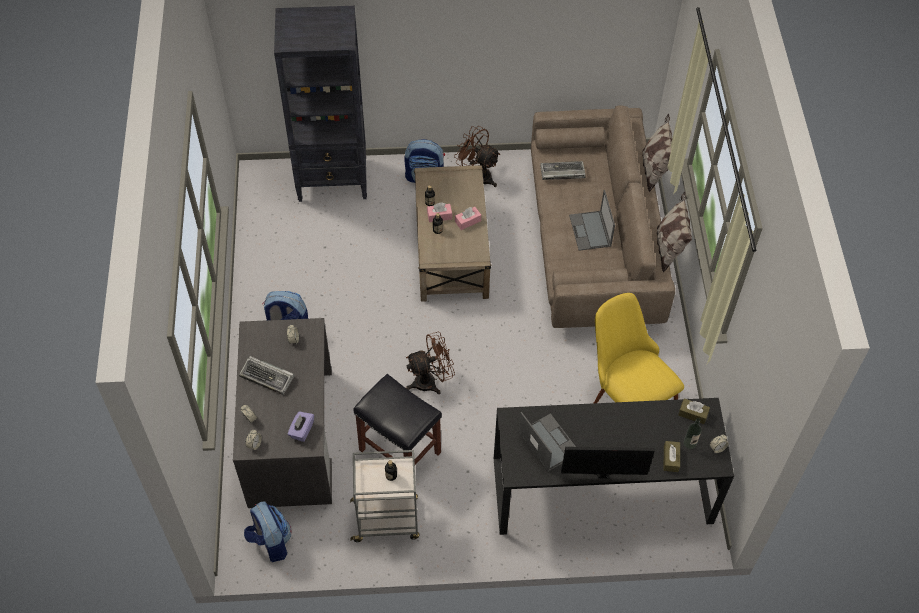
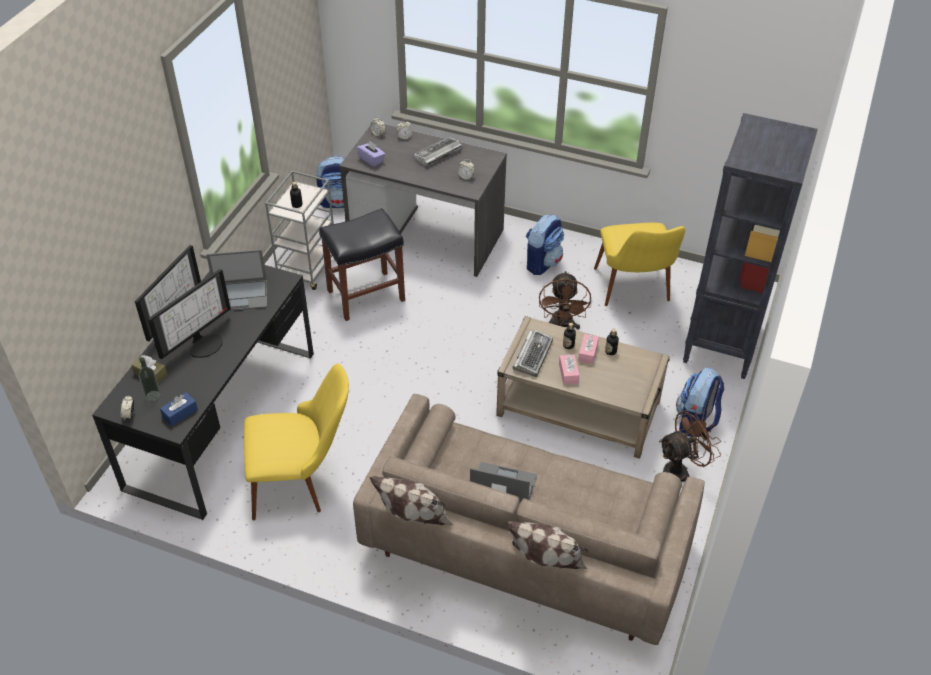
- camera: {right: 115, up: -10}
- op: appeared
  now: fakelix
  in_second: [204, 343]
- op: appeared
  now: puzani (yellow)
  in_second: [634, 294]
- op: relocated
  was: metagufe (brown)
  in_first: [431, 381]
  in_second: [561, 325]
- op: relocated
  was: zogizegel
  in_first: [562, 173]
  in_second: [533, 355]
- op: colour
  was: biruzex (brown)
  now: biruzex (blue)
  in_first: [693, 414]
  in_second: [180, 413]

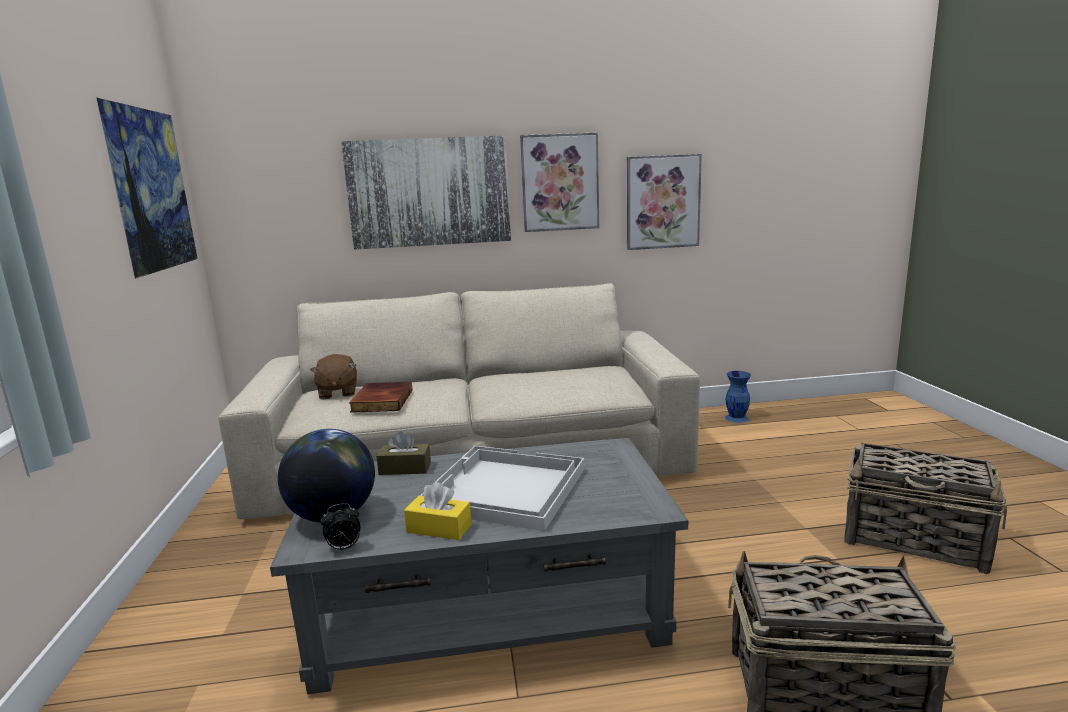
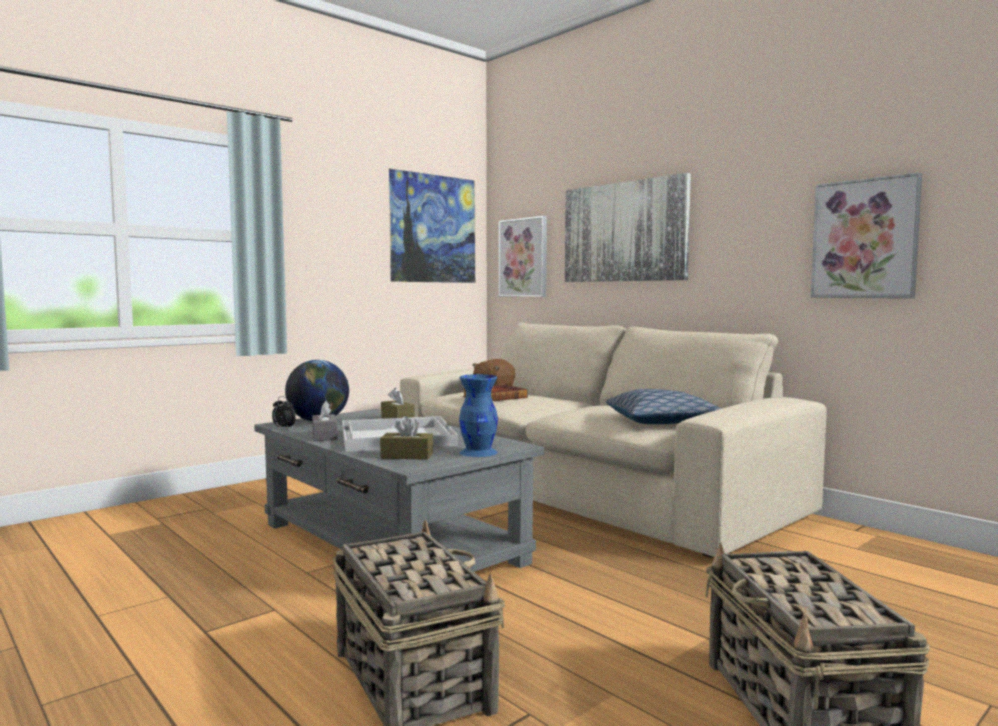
- camera: {right: 55, up: -10}
- op: appeared
  now: biruzex (brown)
  in_second: [407, 456]
- op: appeared
  now: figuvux
  in_second: [661, 422]
- op: relocated
  was: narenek
  in_first: [560, 182]
  in_second: [523, 257]
- op: relocated
  was: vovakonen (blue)
  in_first: [737, 418]
  in_second: [479, 452]
- op: colour
  was: biruzex (yellow)
  now: biruzex (grey)
  in_first: [439, 528]
  in_second: [324, 436]

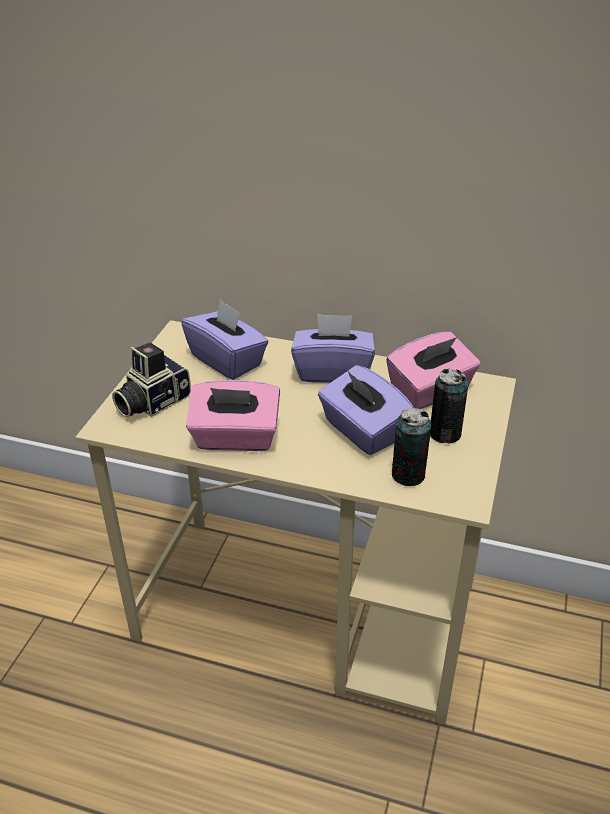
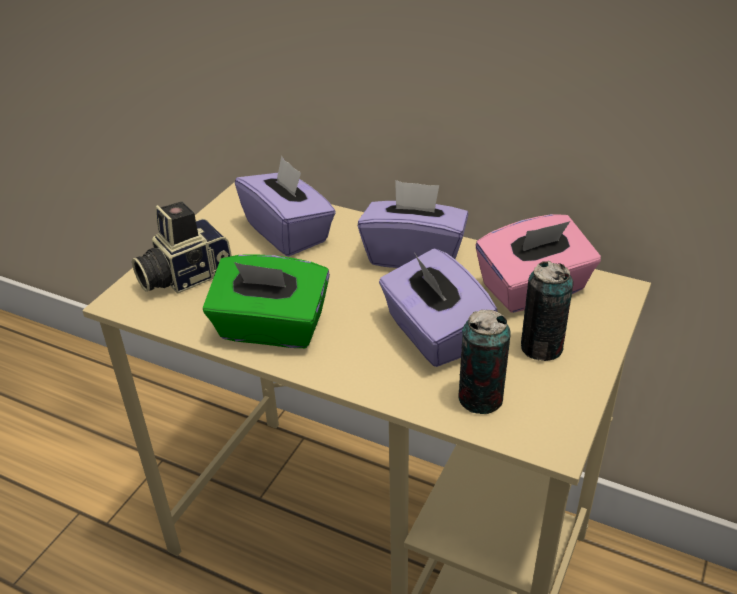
- camera: {right: 10, up: 0}
- op: colour
  was: biruzex (pink)
  now: biruzex (green)
  in_first: [235, 438]
  in_second: [271, 329]

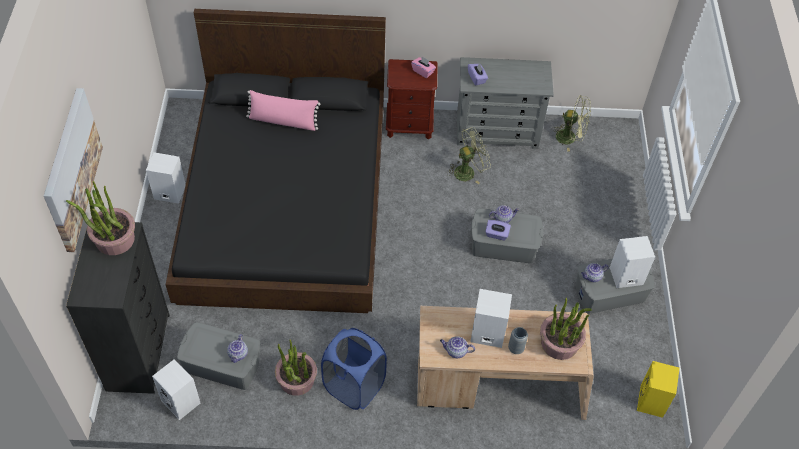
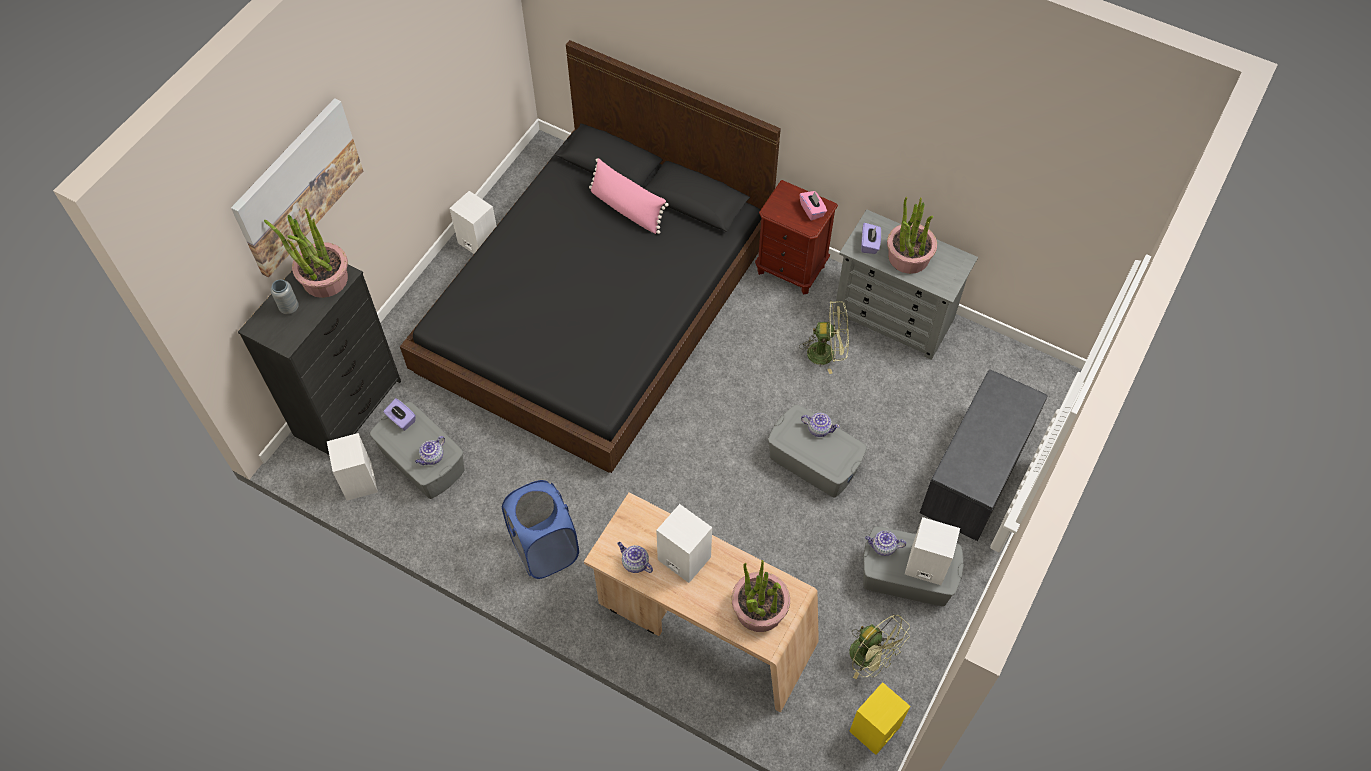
- camera: {right: 30, up: 5}
- op: appeared
  now: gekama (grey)
  in_second: [976, 474]
- op: relocated
  was: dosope
  in_first: [296, 380]
  in_second: [908, 257]
- op: relocated
  was: biruzex (purple)
  in_first: [496, 234]
  in_second: [401, 420]
- op: relocated
  was: vovakonen (grey)
  in_first: [516, 348]
  in_second: [289, 308]
- op: relocated
  was: metagufe (green)
  in_first: [570, 138]
  in_second: [871, 657]

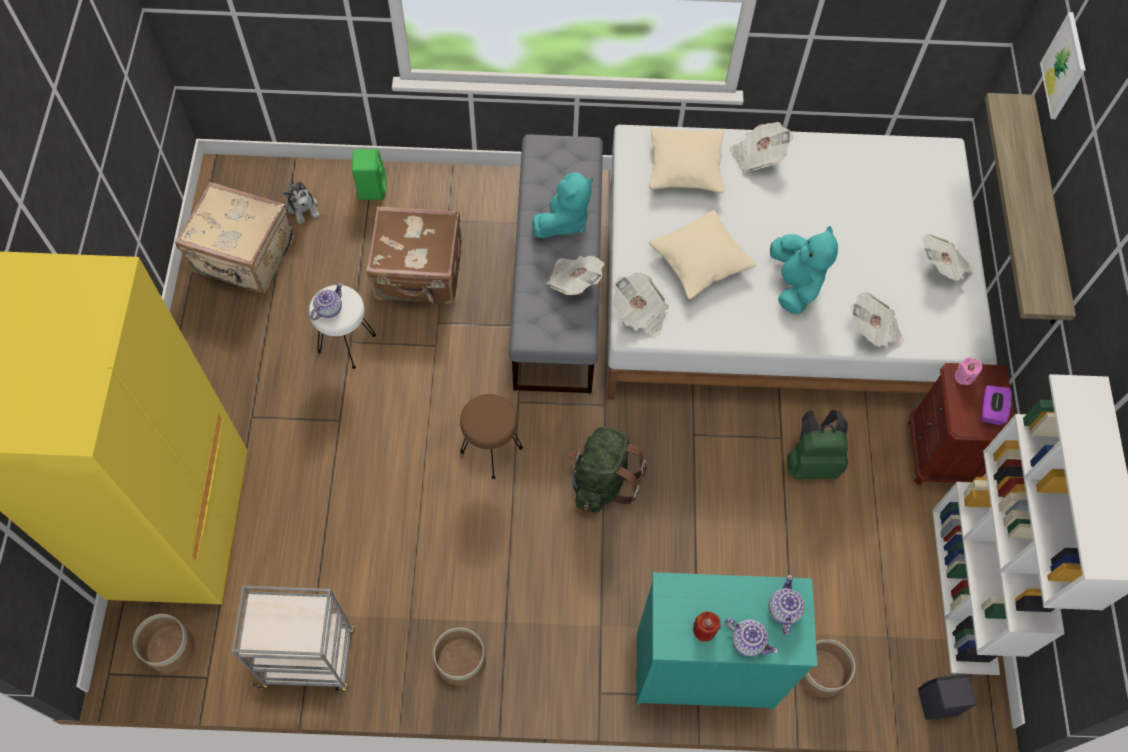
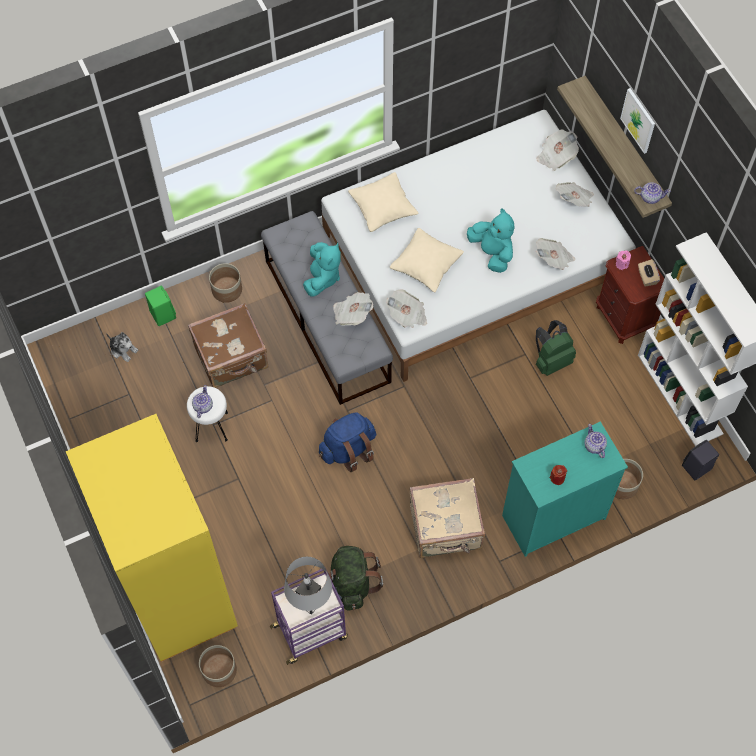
- camera: {right: -25, up: 0}
- op: appeared
  now: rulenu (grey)
  in_second: [310, 602]
- op: relocated
  was: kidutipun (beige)
  in_first: [243, 257]
  in_second: [446, 528]
- op: relocated
  was: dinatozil
  in_first: [460, 662]
  in_second: [226, 290]
- op: relocated
  was: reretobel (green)
  in_first: [602, 481]
  in_second: [352, 583]
- op: relocated
  was: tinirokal
  in_first: [747, 640]
  in_second: [650, 197]
- op: relocated
  was: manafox
  in_first: [757, 156]
  in_second: [556, 156]
- op: relocated
  was: narenek
  in_first: [1064, 66]
  in_second: [638, 120]
- op: exchanged
  was: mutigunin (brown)
  now: reretobel (blue)
  in_first: [491, 450]
  in_second: [348, 450]
- op: colour
  was: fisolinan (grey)
  now: fisolinan (purple)
  in_first: [309, 658]
  in_second: [311, 631]
- op: colour
  was: biruzex (purple)
  now: biruzex (beige)
  in_first: [990, 410]
  in_second: [647, 277]

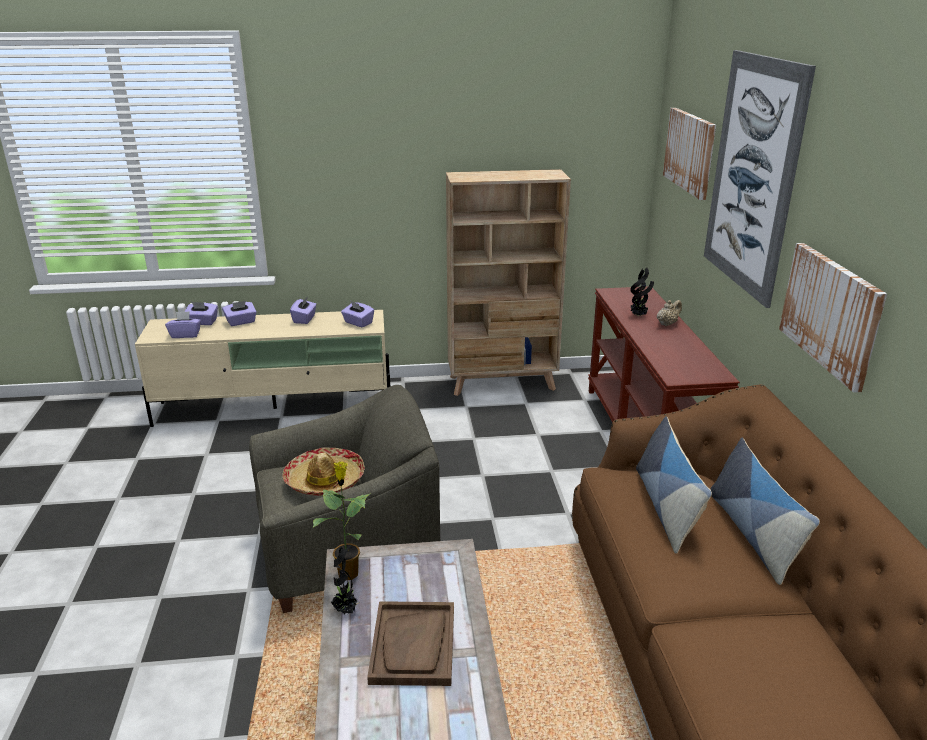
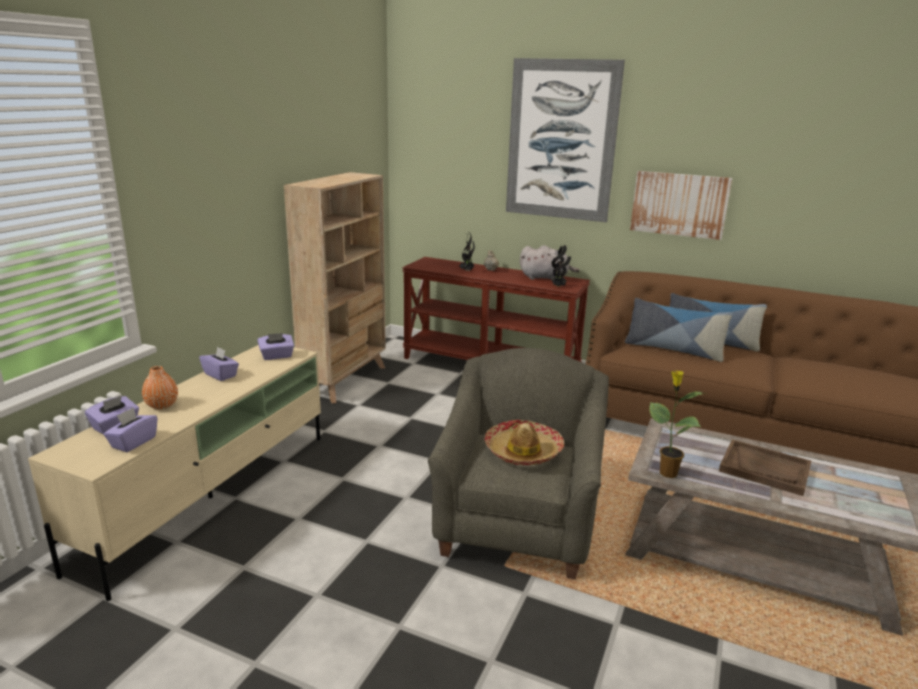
- camera: {right: -60, up: -5}
- op: missing
  was: narenek
  in_first: [690, 152]
- op: appeared
  now: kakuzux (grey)
  in_second: [546, 278]
- op: relocated
  was: dosope
  in_first: [346, 611]
  in_second: [559, 286]
- op: exchanged
  was: biruzex (purple)
  now: vovakonen (orange)
  in_first: [241, 322]
  in_second: [162, 405]

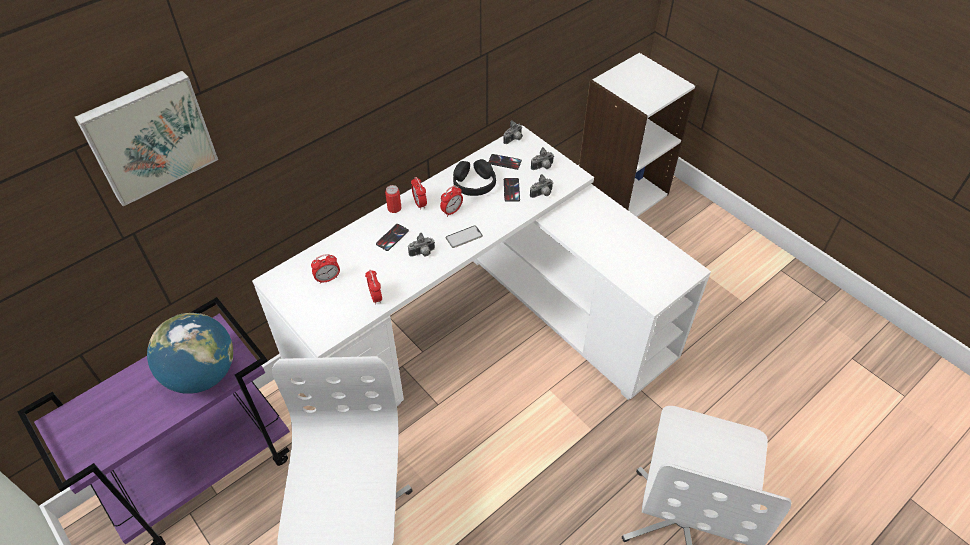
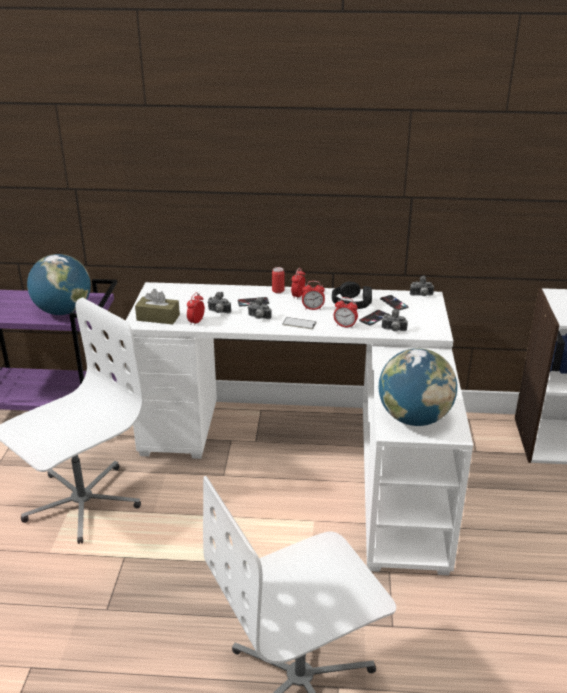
- camera: {right: 45, up: -20}
- op: missing
  was: narenek
  in_first: [149, 136]
- op: appeared
  now: biruzex (brown)
  in_second: [158, 317]
- op: appeared
  now: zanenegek
  in_second: [414, 418]
- op: relocated
  was: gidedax
  in_first: [328, 279]
  in_second: [345, 326]
- op: relocated
  was: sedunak
  in_first: [543, 167]
  in_second: [218, 312]

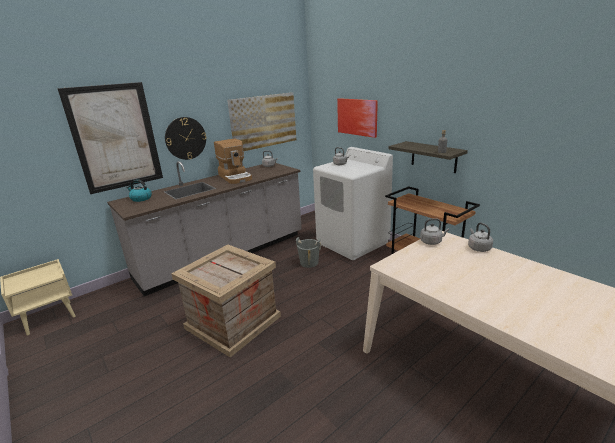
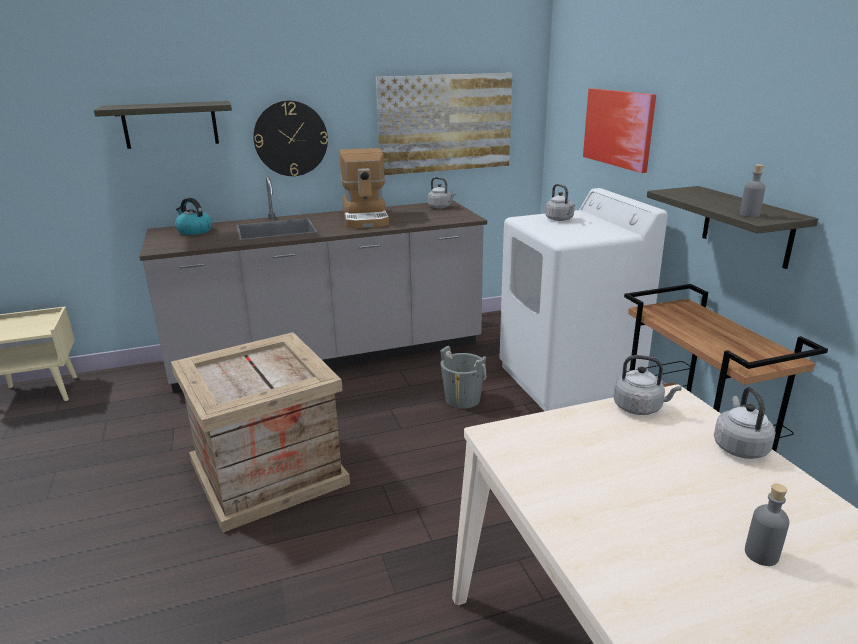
- camera: {right: 20, up: 0}
- op: appeared
  now: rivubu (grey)
  in_second: [761, 554]
- op: exchanged
  was: narenek
  now: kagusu
  in_first: [115, 138]
  in_second: [170, 124]

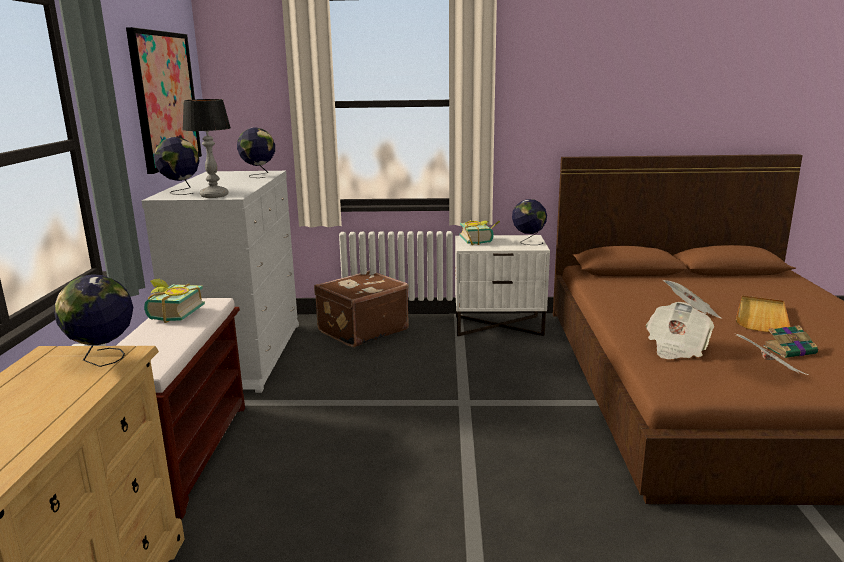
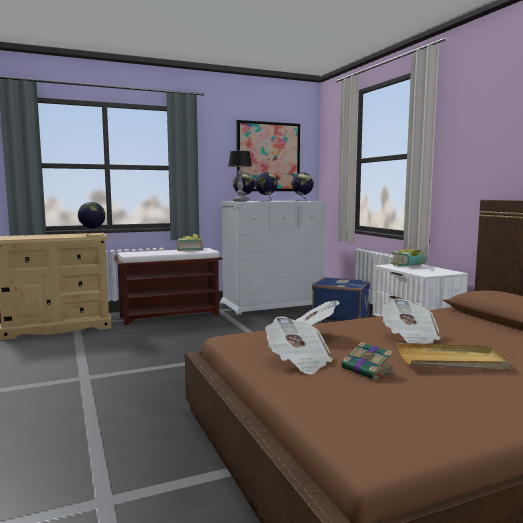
- camera: {right: 65, up: -10}
- op: relocated
  was: zanenegek
  in_first: [528, 242]
  in_second: [266, 201]
- op: colour
  was: kidutipun (brown)
  now: kidutipun (blue)
  in_first: [361, 330]
  in_second: [341, 316]

